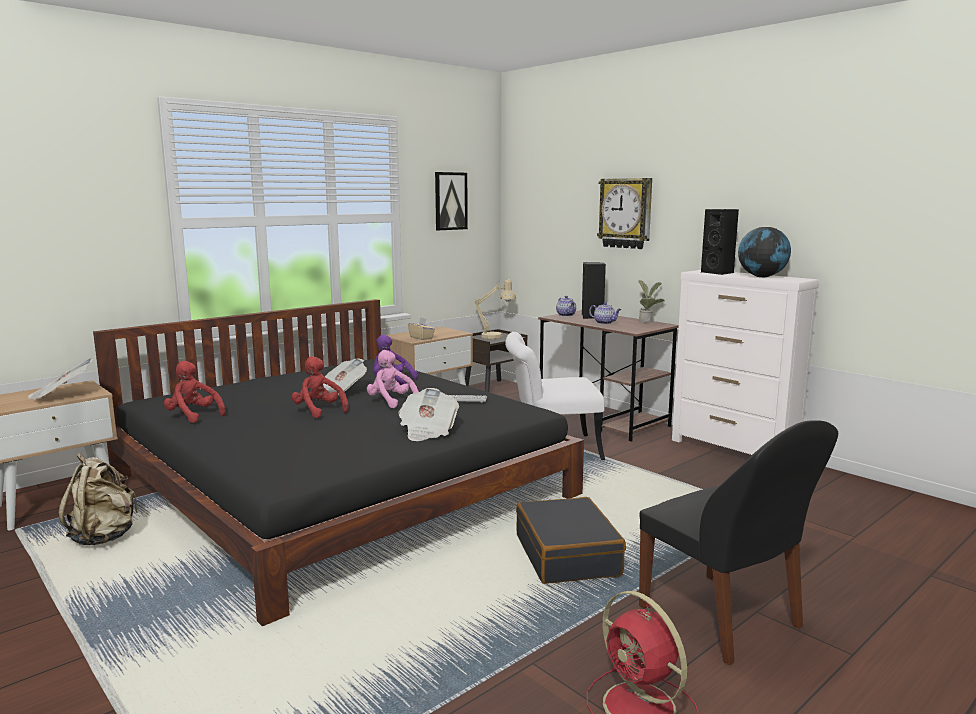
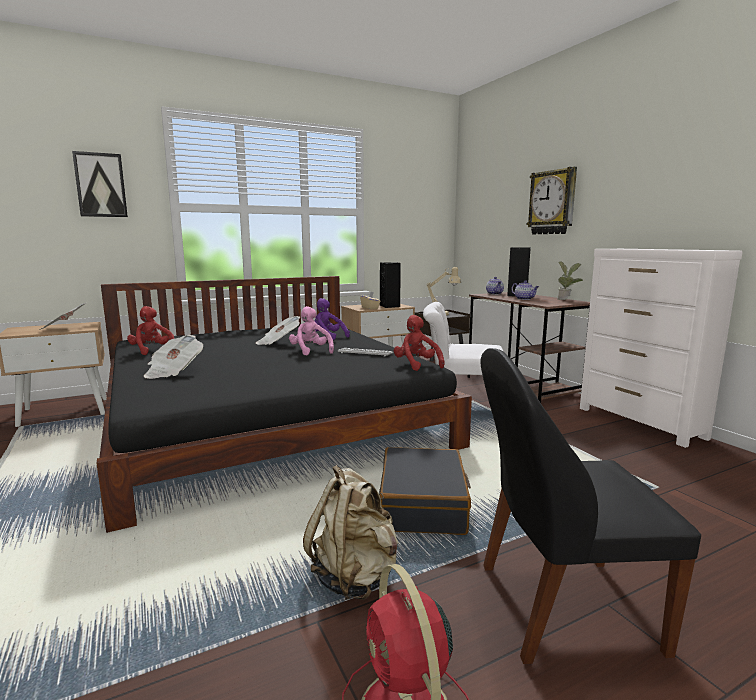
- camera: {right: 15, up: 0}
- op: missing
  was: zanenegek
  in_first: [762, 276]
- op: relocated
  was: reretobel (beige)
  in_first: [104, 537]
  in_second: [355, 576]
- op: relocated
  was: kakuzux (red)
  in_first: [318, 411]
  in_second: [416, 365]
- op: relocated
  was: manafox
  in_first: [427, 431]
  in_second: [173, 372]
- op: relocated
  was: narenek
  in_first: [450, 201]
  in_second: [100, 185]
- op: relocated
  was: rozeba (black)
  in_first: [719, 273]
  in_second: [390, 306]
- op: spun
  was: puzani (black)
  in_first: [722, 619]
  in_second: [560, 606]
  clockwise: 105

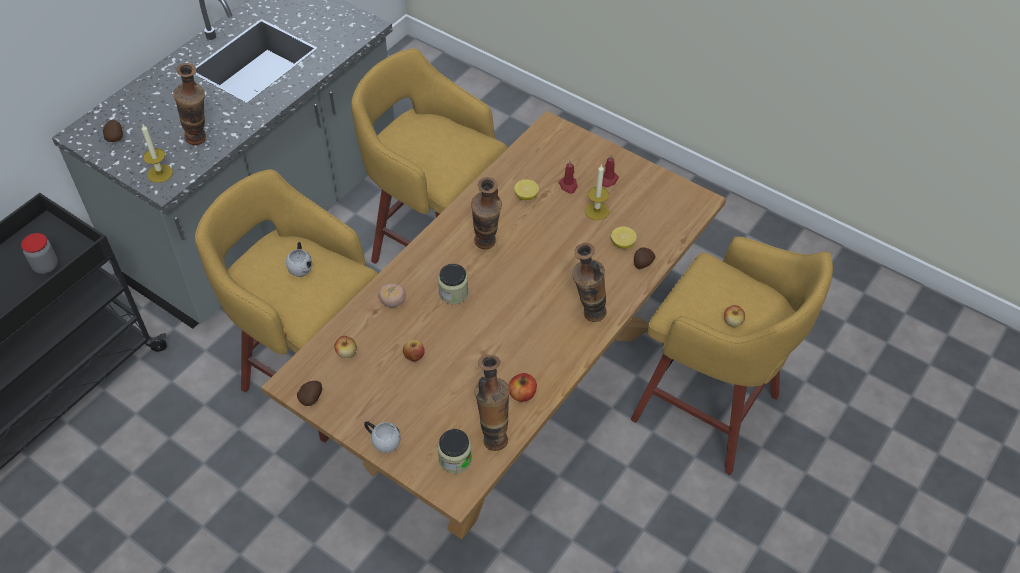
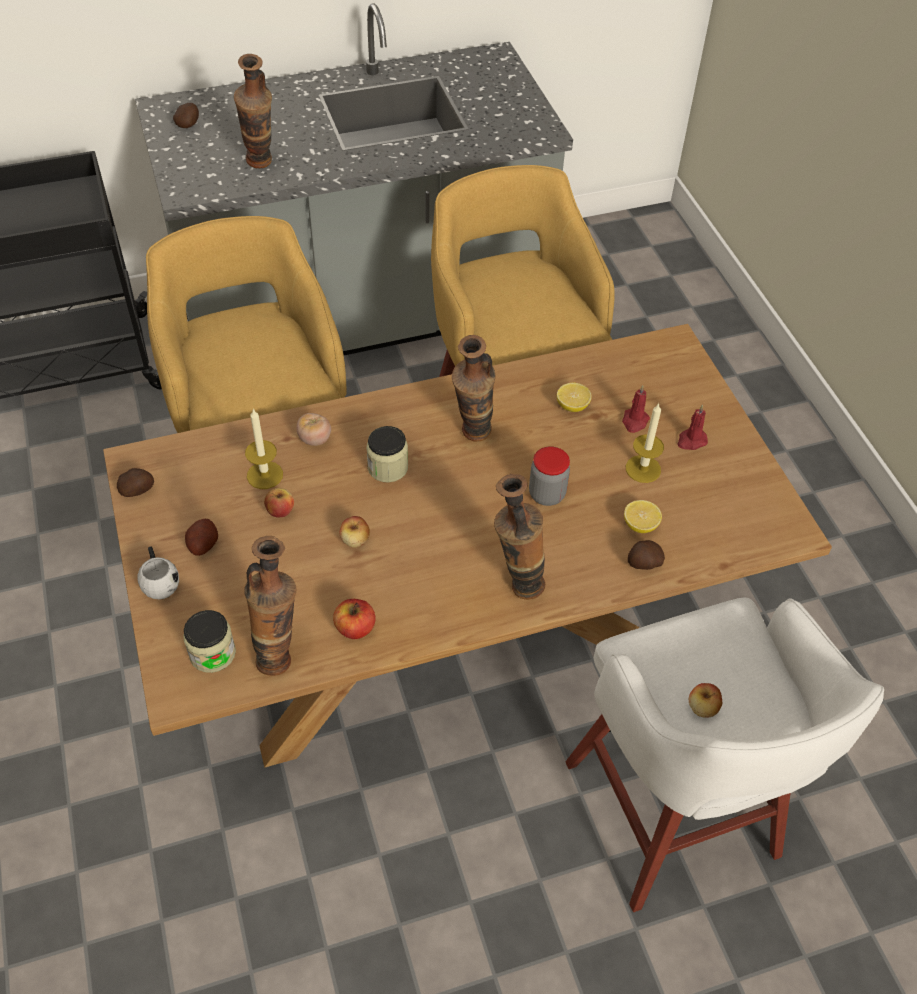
- camera: {right: 35, up: 0}
- op: missing
  was: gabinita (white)
  in_first: [300, 266]
- op: appeared
  now: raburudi
  in_second: [203, 544]
- op: relocated
  was: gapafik
  in_first: [46, 266]
  in_second: [547, 494]
- op: relocated
  was: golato
  in_first: [160, 173]
  in_second: [265, 475]
- op: relocated
  was: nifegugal
  in_first: [346, 353]
  in_second: [355, 540]
- op: colour
  was: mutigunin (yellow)
  now: mutigunin (white)
  in_first: [710, 411]
  in_second: [673, 816]

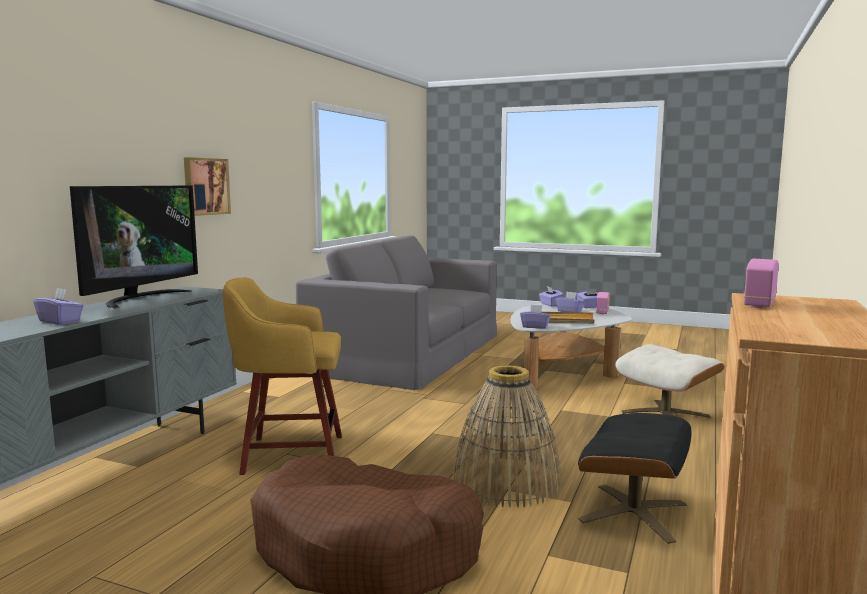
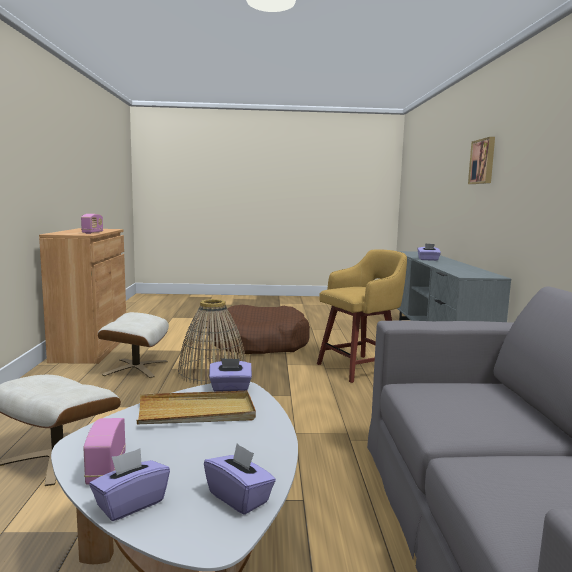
- camera: {right: 155, up: 0}
- op: missing
  was: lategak
  in_first: [140, 298]
- op: missing
  was: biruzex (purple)
  in_first: [569, 311]
- op: relocated
  was: narenek
  in_first: [205, 186]
  in_second: [483, 161]
- op: colour
  was: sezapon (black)
  now: sezapon (beige)
  in_first: [634, 513]
  in_second: [135, 368]

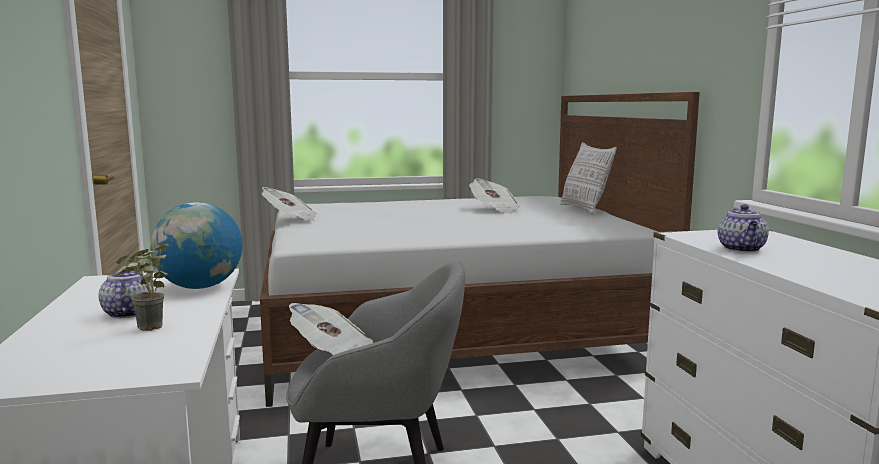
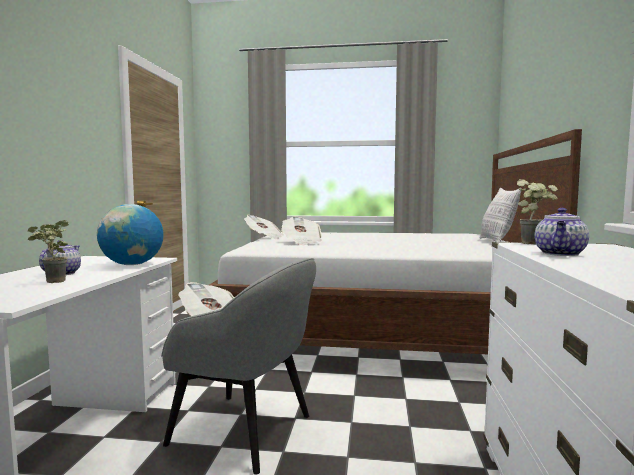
- camera: {right: 20, up: -5}
- op: appeared
  now: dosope
  in_second: [535, 243]
- op: relocated
  was: manafox
  in_first: [494, 209]
  in_second: [301, 242]

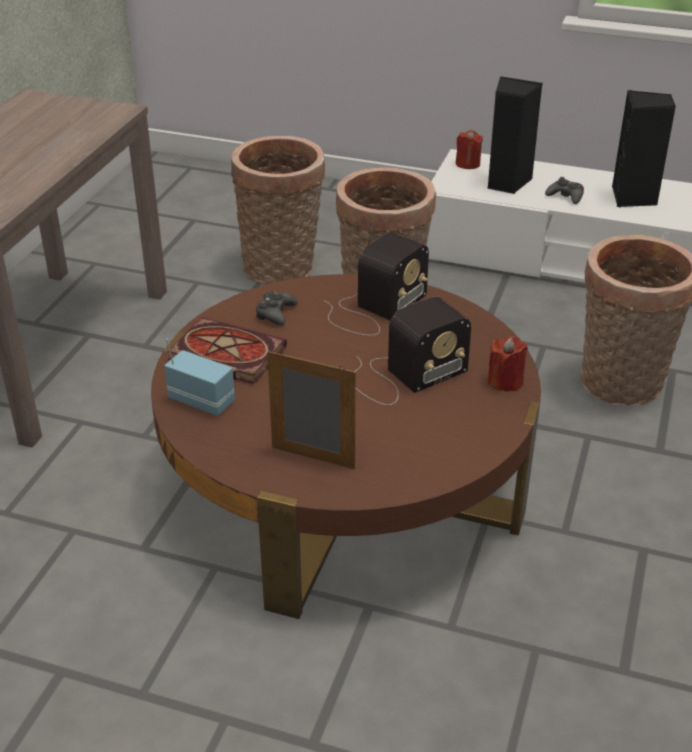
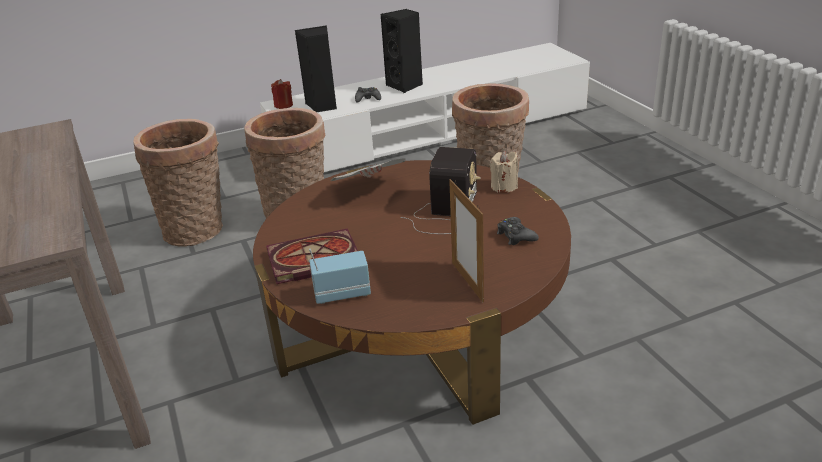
- camera: {right: -40, up: -5}
- op: relocated
  was: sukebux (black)
  in_first: [275, 313]
  in_second: [515, 236]
- op: exchanged
  was: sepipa
  now: manafox
  in_first: [374, 309]
  in_second: [369, 189]
- op: colour
  was: golato (red)
  now: golato (beige)
  in_first: [505, 381]
  in_second: [504, 186]
- op: spun
  was: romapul
  in_first: [313, 458]
  in_second: [467, 281]
  clockwise: -90

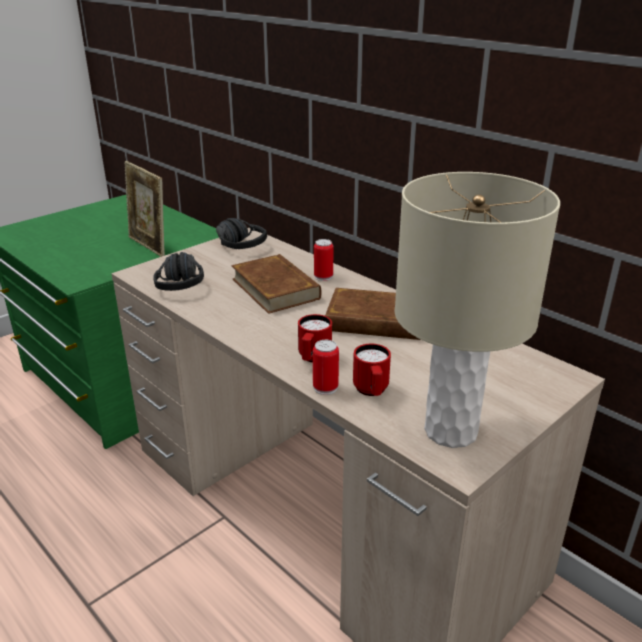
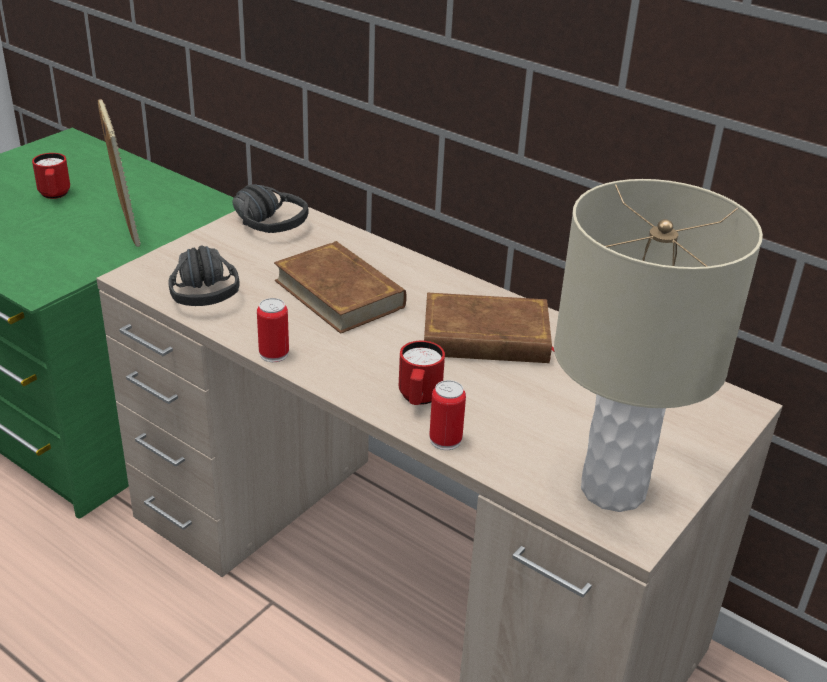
- camera: {right: -10, up: 5}
- op: relocated
  was: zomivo
  in_first: [323, 277]
  in_second: [274, 354]
- op: relocated
  was: gabinita (red)
  in_first: [371, 392]
  in_second: [54, 196]
- op: spun
  was: romapul
  in_first: [149, 246]
  in_second: [126, 224]
  clockwise: -150

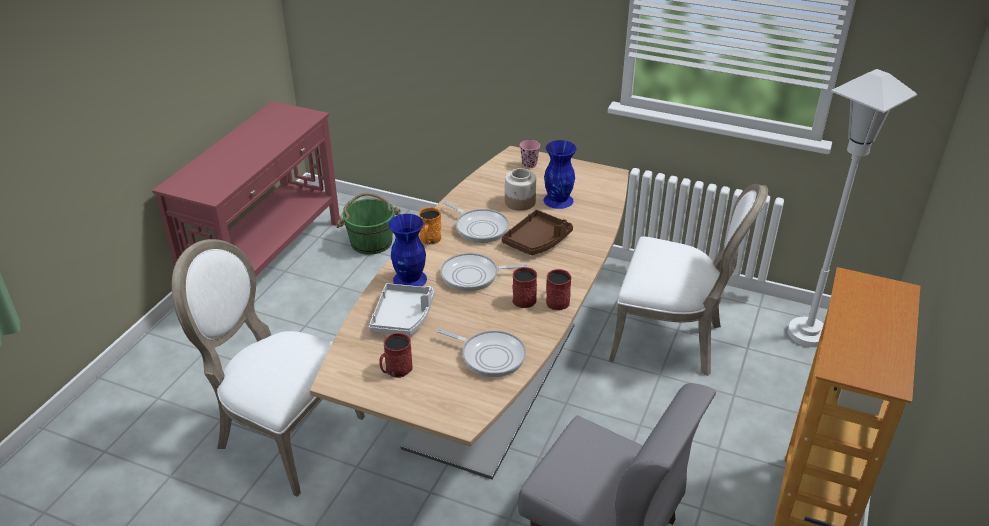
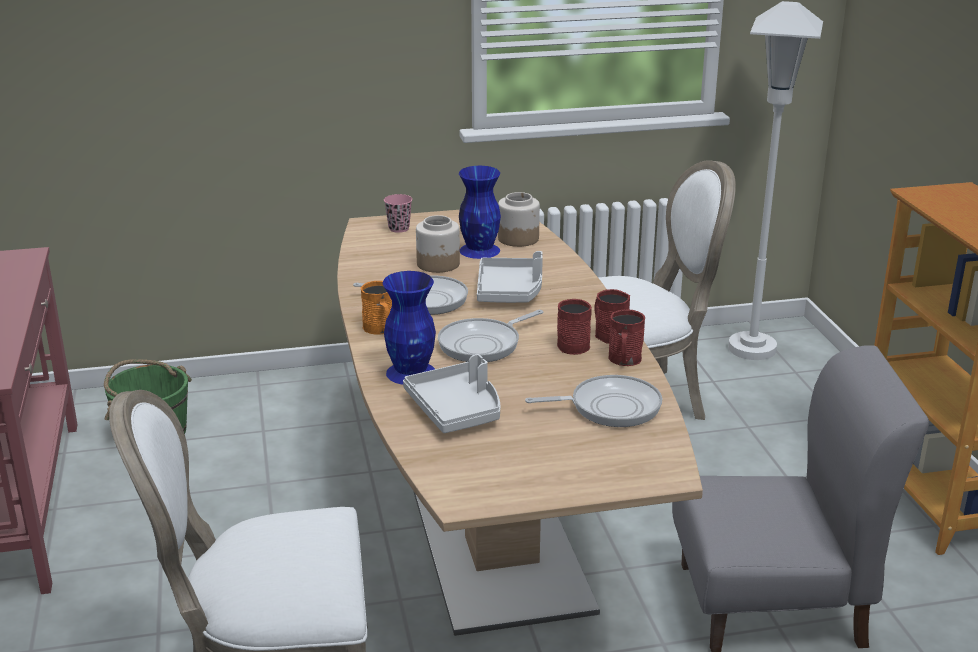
- camera: {right: -35, up: -10}
- op: appeared
  now: gapafik
  in_second: [518, 238]
- op: relocated
  was: gabinita (red)
  in_first: [396, 370]
  in_second: [624, 360]
- op: colour
  was: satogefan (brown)
  now: satogefan (grey)
  in_first: [537, 241]
  in_second: [510, 291]

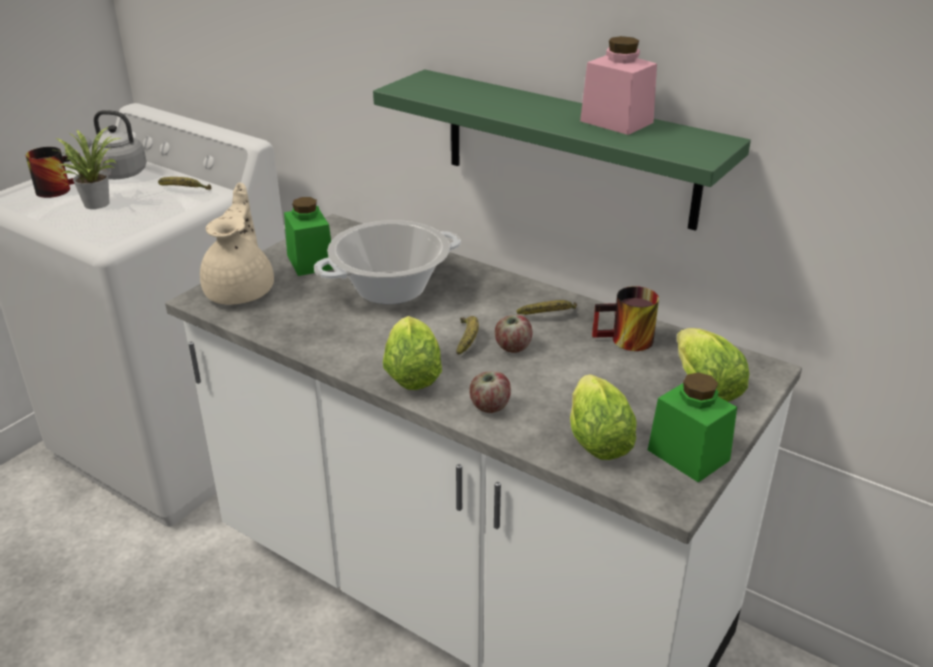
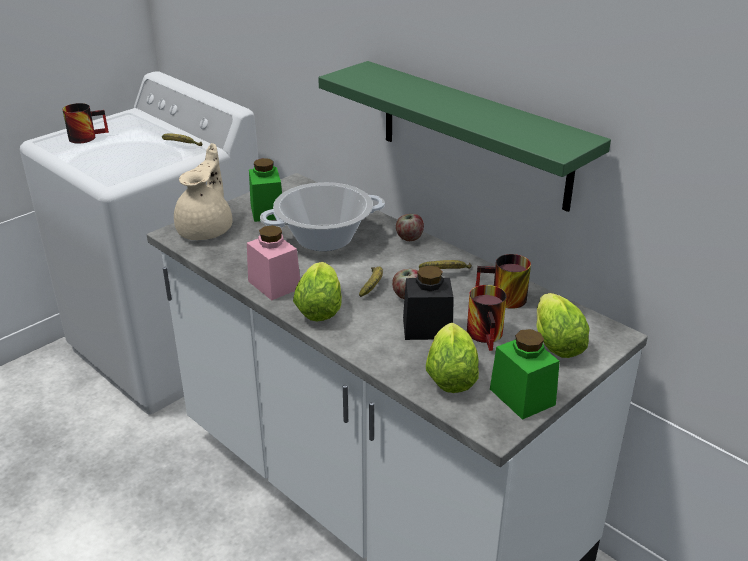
- camera: {right: 10, up: 0}
- op: missing
  was: dosope
  in_first: [97, 202]
- op: missing
  was: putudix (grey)
  in_first: [118, 173]
- op: appeared
  now: gapafik (black)
  in_second: [427, 328]
- op: appeared
  now: gabinita
  in_second: [489, 336]
- op: relocated
  was: nifegugal
  in_first: [489, 406]
  in_second: [409, 238]
- op: relocated
  was: gapafik (pink)
  in_first: [616, 122]
  in_second: [274, 284]

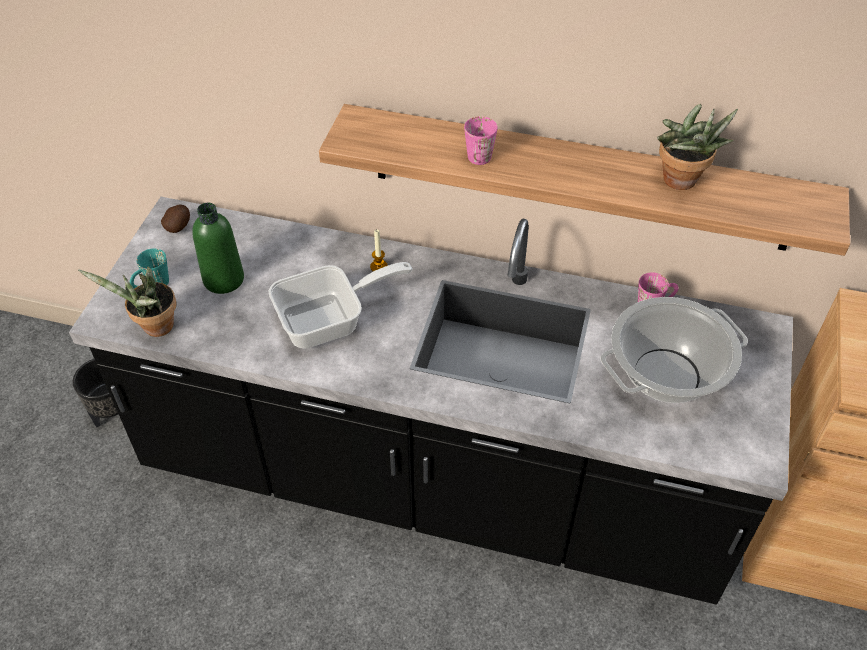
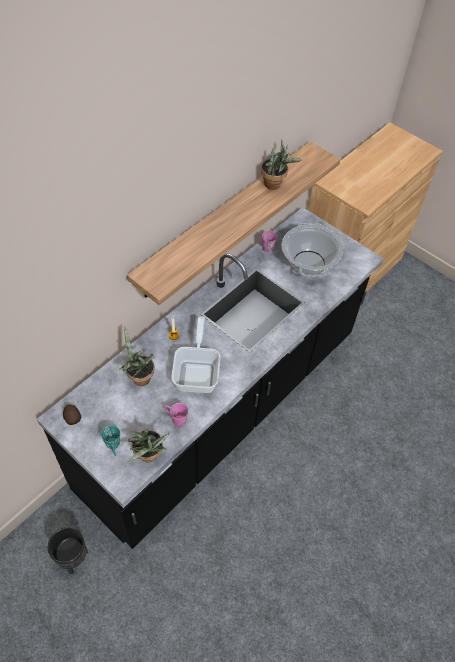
- camera: {right: -65, up: 5}
- op: missing
  was: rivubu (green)
  in_first: [223, 279]
- op: appeared
  now: dosope
  in_second: [139, 377]
- op: relocated
  was: gabinita (pink)
  in_first: [479, 152]
  in_second: [175, 419]

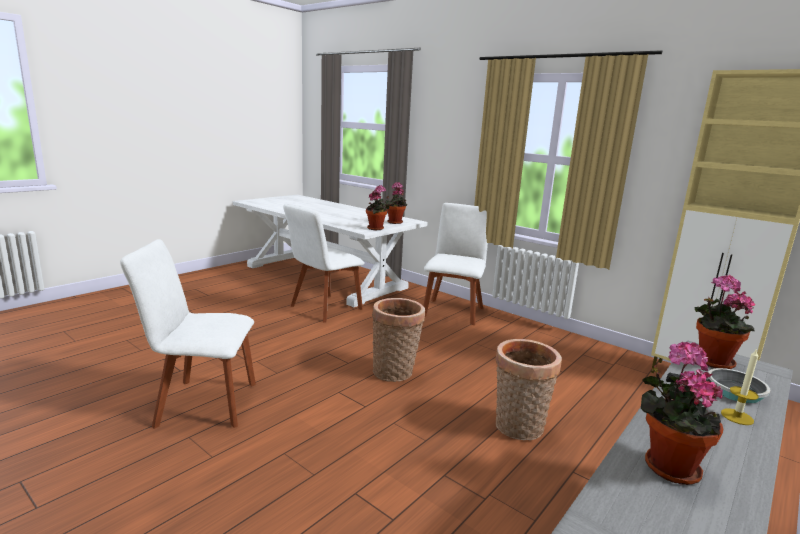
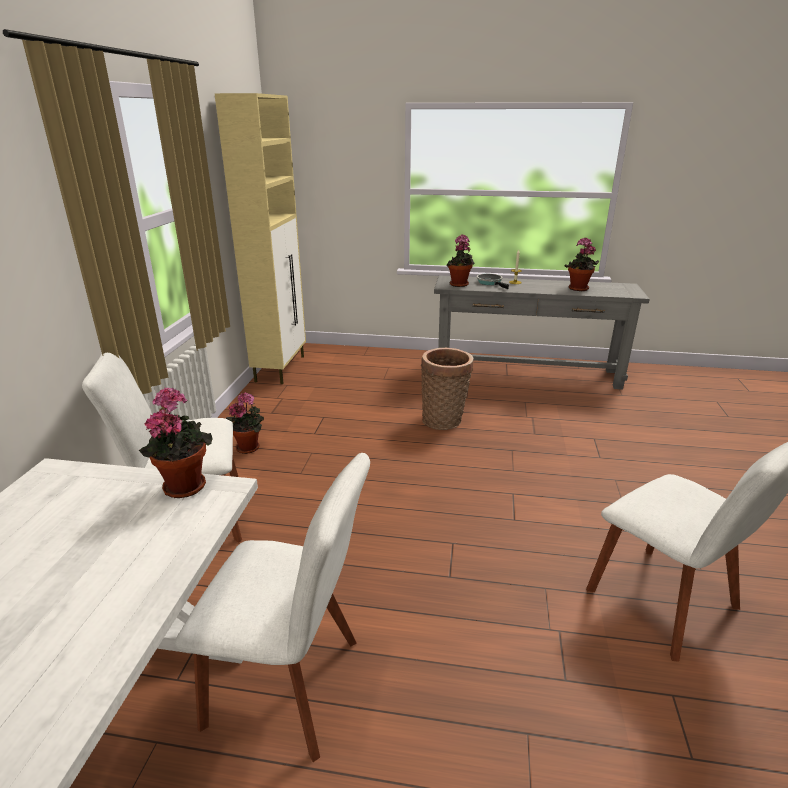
- camera: {right: -120, up: 10}
- op: missing
  was: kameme
  in_first: [395, 372]
- op: relocated
  was: dosope
  in_first: [395, 222]
  in_second: [250, 447]

